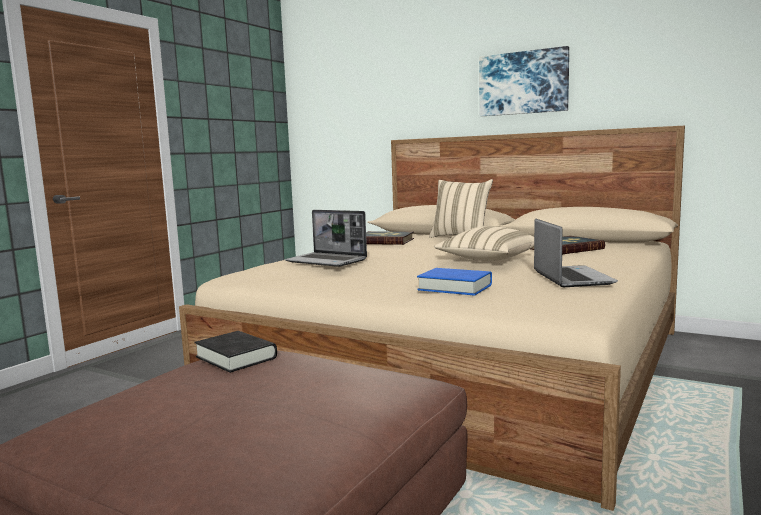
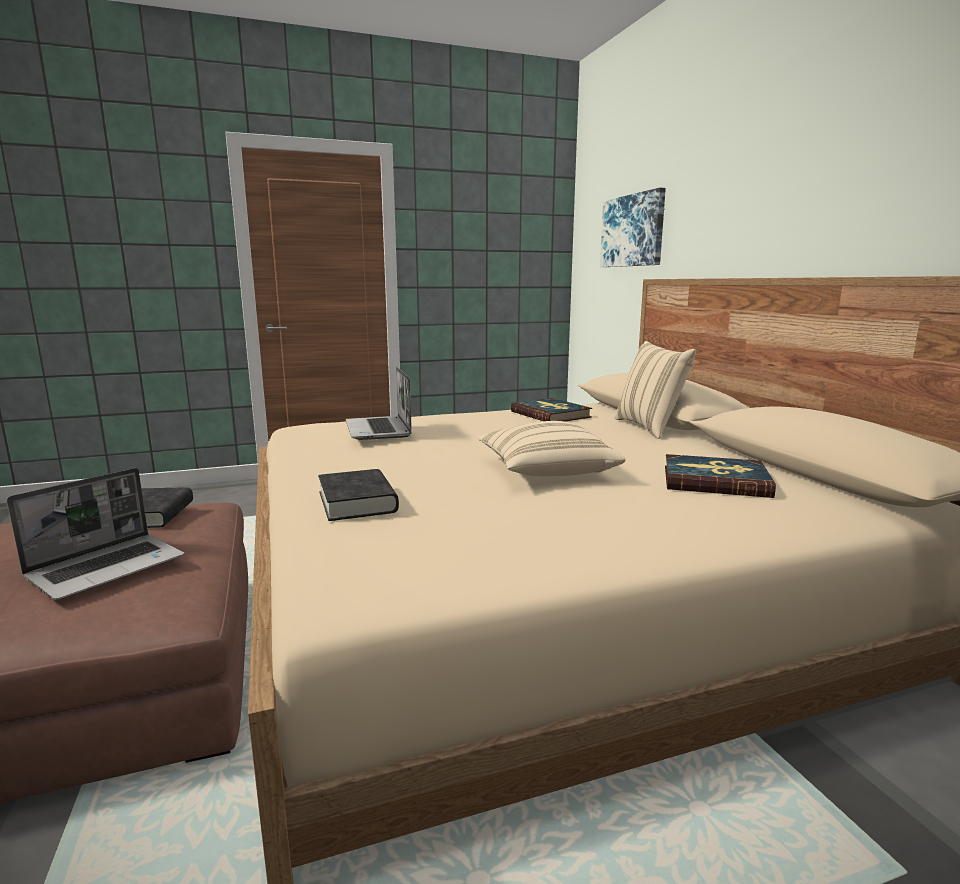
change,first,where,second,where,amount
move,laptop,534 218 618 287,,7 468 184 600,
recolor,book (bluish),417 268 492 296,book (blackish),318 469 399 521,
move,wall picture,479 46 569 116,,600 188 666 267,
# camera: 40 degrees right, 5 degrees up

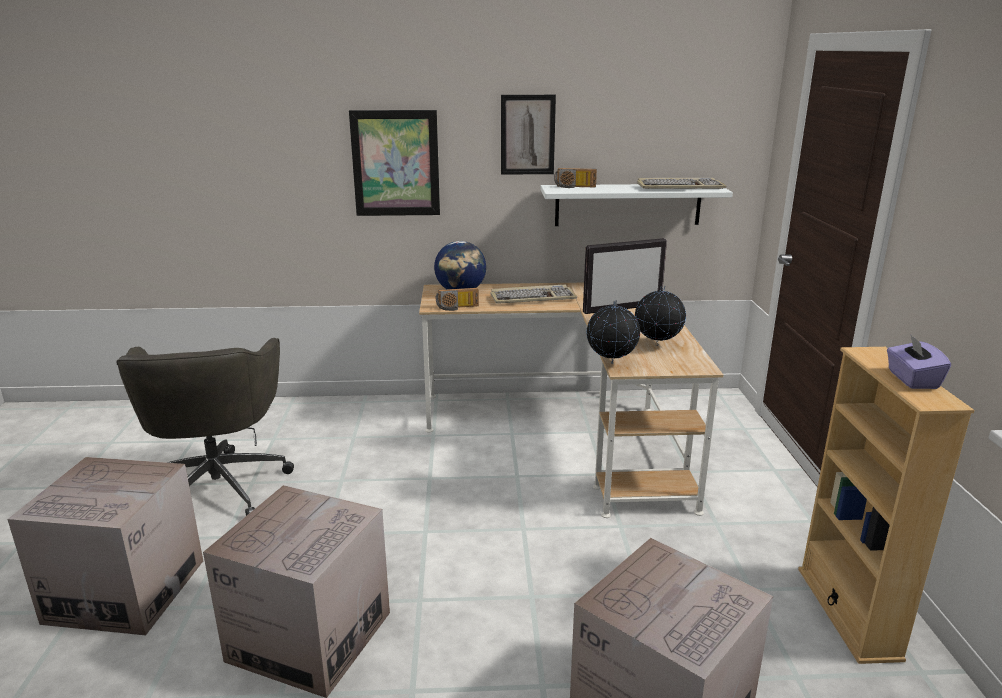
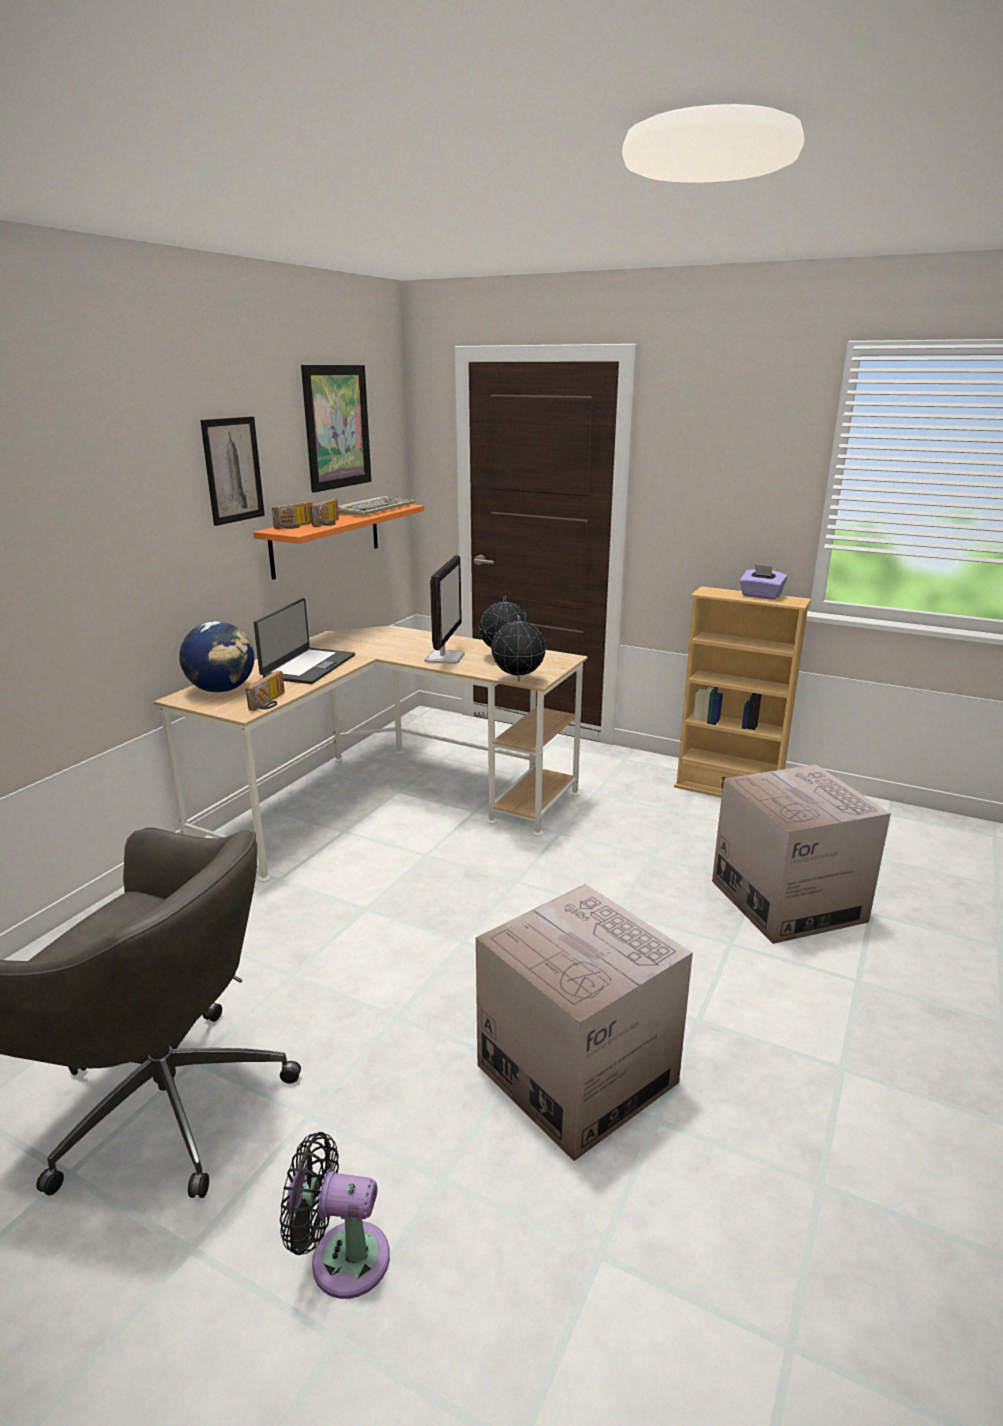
change,first,where,second,where,amount
recolor,bracket shelf (white),541 184 733 226,bracket shelf (orange-coloured),253 504 424 580,
replace,keyboard,490 285 577 304,laptop,254 598 355 684,
replace,cardboard box,7 457 203 635,cooling fan (blackish),280 1132 390 1299,
move,wall picture,349 110 440 216,,301 365 371 493,
insert,,,radio receiver,310 499 339 527,
# camera: 60 degrees left, 0 degrees up

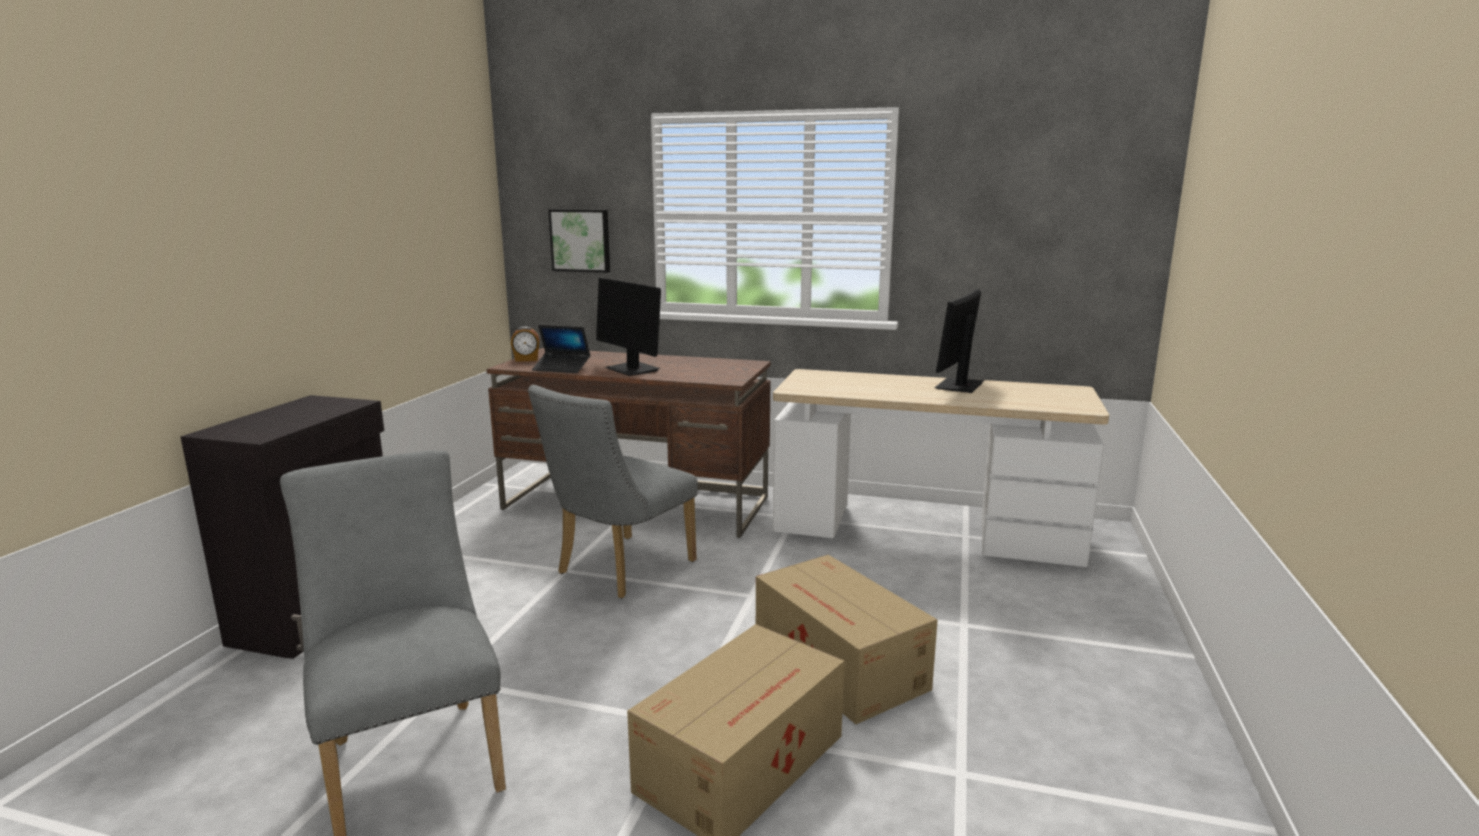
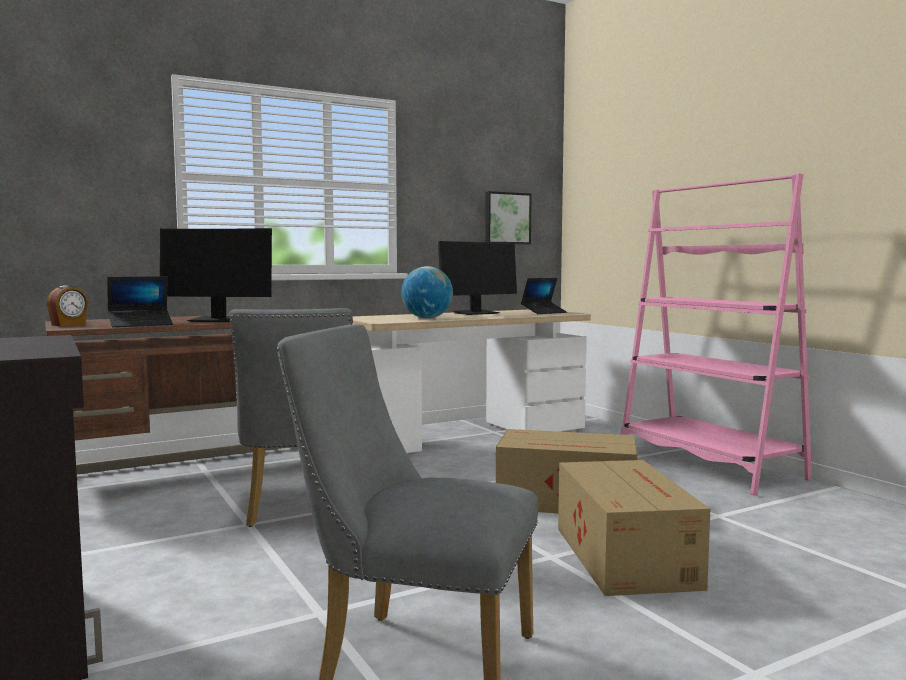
change,first,where,second,where,amount
insert,,,desk globe,401 266 453 319,
rotate,computer display,935 289 984 393,,438 241 517 315,105 degrees counterclockwise
move,wall picture,548 209 610 273,,485 191 532 244,
insert,,,laptop,521 278 567 314,
insert,,,bookcase (pink),620 173 812 495,
# camera: 45 degrees left, 10 degrees down

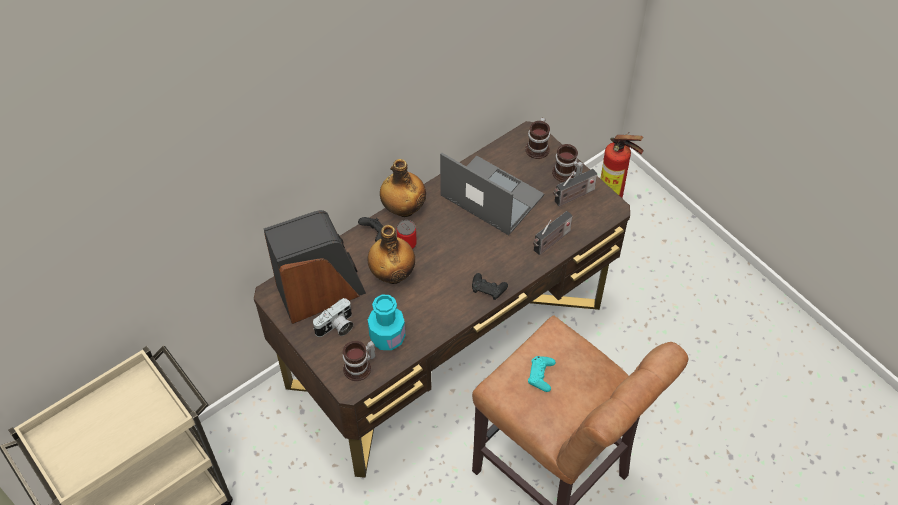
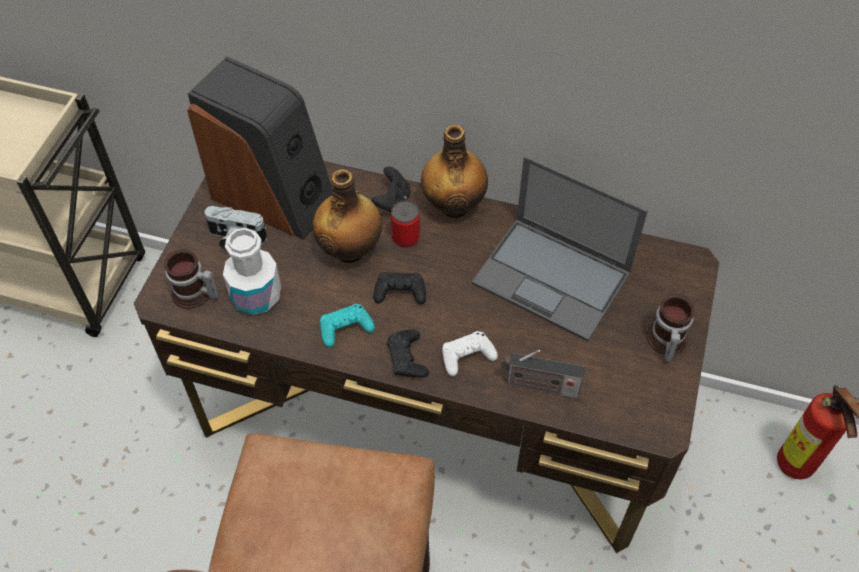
change,first,where,second,where,amount
recolor,bottle (turquoise),368 295 405 350,bottle (white),223 228 281 315,
move,game controller (turquoise),528 356 556 392,,320 304 375 347,
insert,,,game controller (blackish),373 272 426 304,
insert,,,game controller (white),442 331 498 376,
rotate,laptop,440 152 544 235,,472 155 648 341,120 degrees clockwise
delete,mug,525 117 550 159,,,
delete,radio receiver,553 169 597 206,,,
# camera: 55 degrees right, 0 degrees up

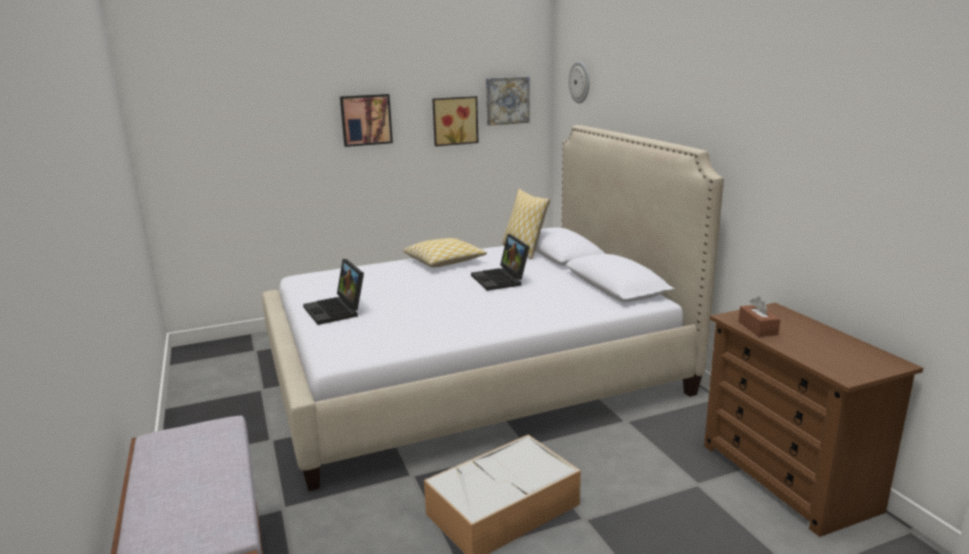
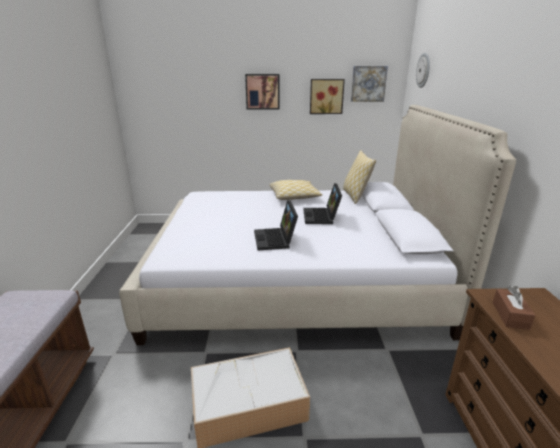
change,first,where,second,where,amount
move,laptop,303 259 364 325,,254 200 298 251,
# camera: 20 degrees right, 5 degrees up

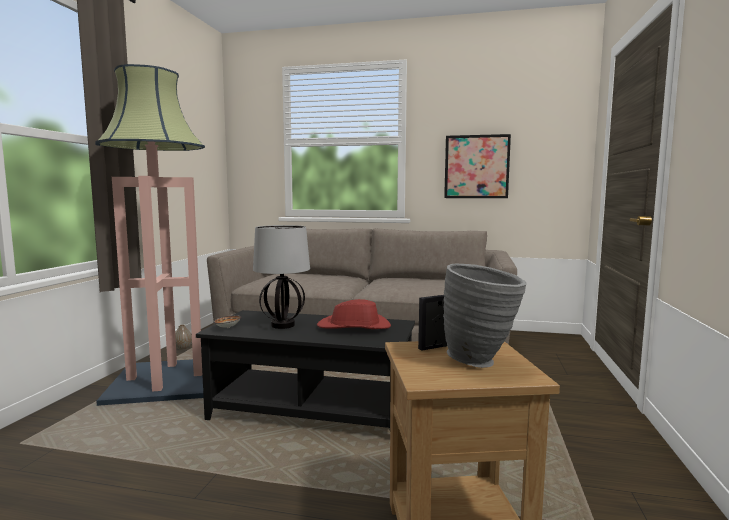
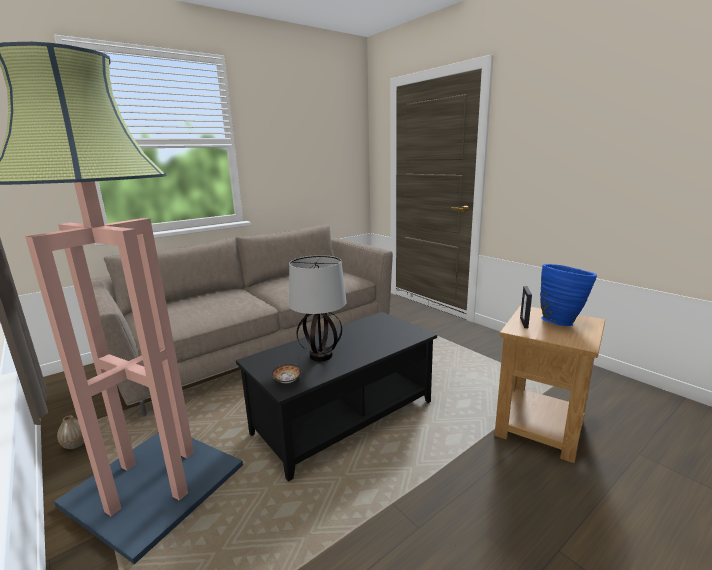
change,first,where,second,where,amount
recolor,decorative vase (greyish),443 264 527 368,decorative vase (bluish),540 264 597 326,
delete,wearable hat (red),317 299 391 329,,,
delete,wall picture,444 134 511 198,,,
# camera: 50 degrees left, 10 degrees up

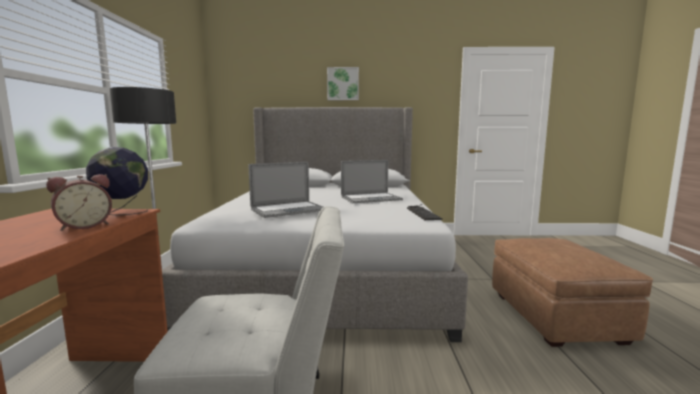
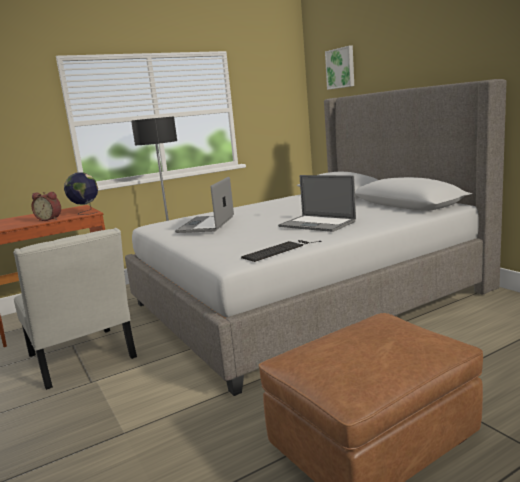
change,first,where,second,where,amount
rotate,laptop,248 162 323 218,,175 177 234 233,75 degrees clockwise
move,wall picture,327 67 359 100,,325 45 354 90,
# camera: 60 degrees right, 5 degrees up

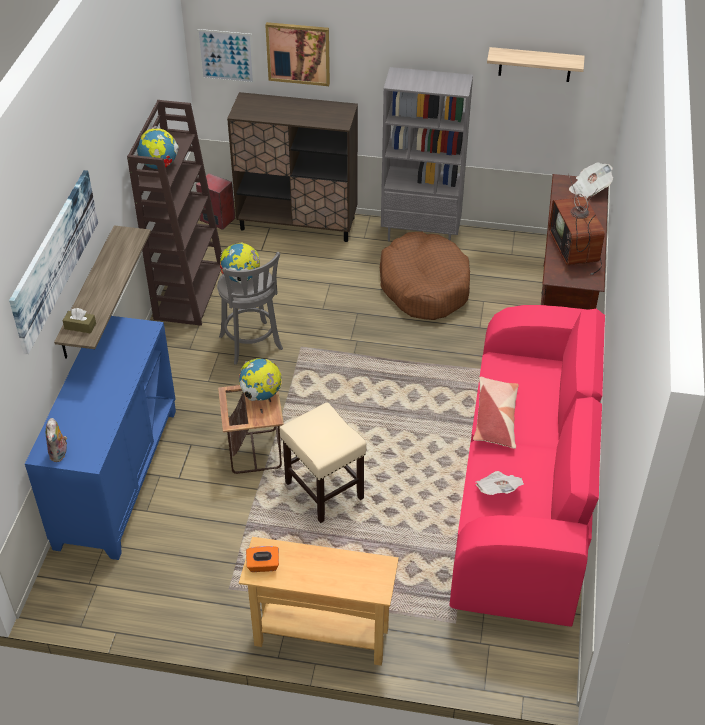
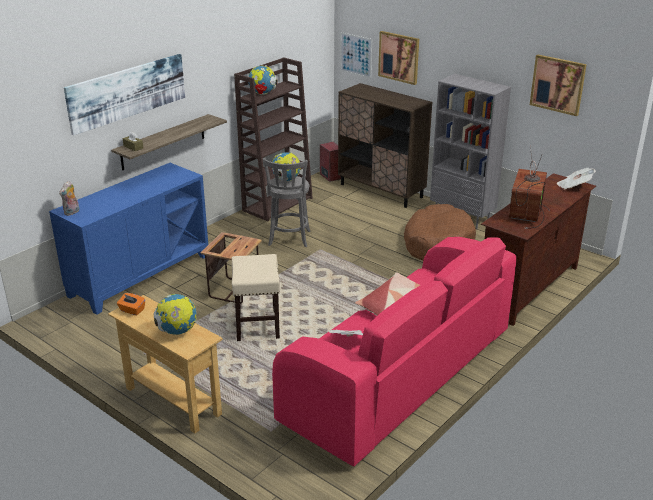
change,first,where,second,where,amount
move,desk globe,239 358 282 401,,154 294 197 335,
replace,bracket shelf,487 47 585 82,wall picture,530 55 587 116,
# camera: 30 degrees right, 15 degrees down

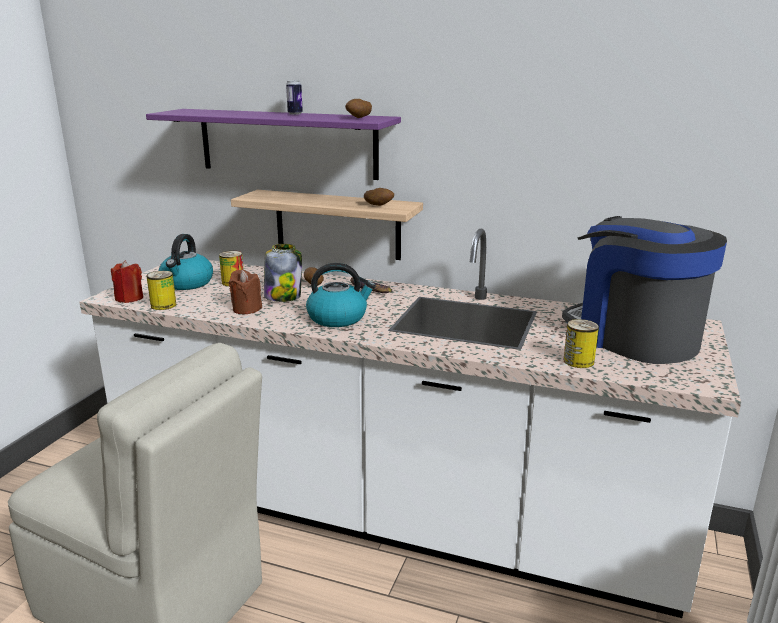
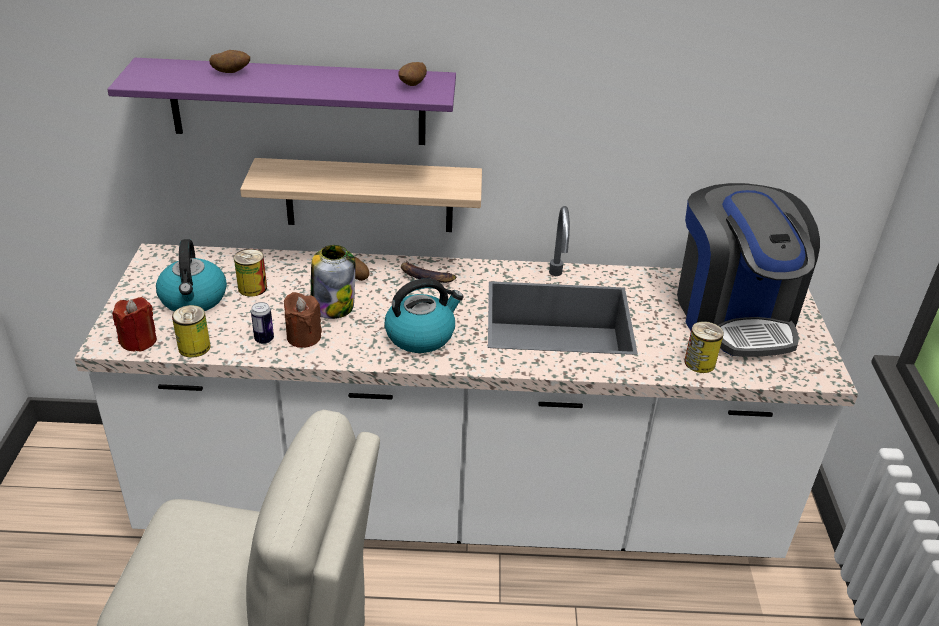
change,first,where,second,where,amount
move,potato,364 188 394 206,,209 50 250 73,
move,metal can,286 81 303 115,,251 302 274 344,
rotate,coffee maker,562 216 727 364,,677 183 820 357,135 degrees counterclockwise
# camera: 20 degrees left, 15 degrees up

